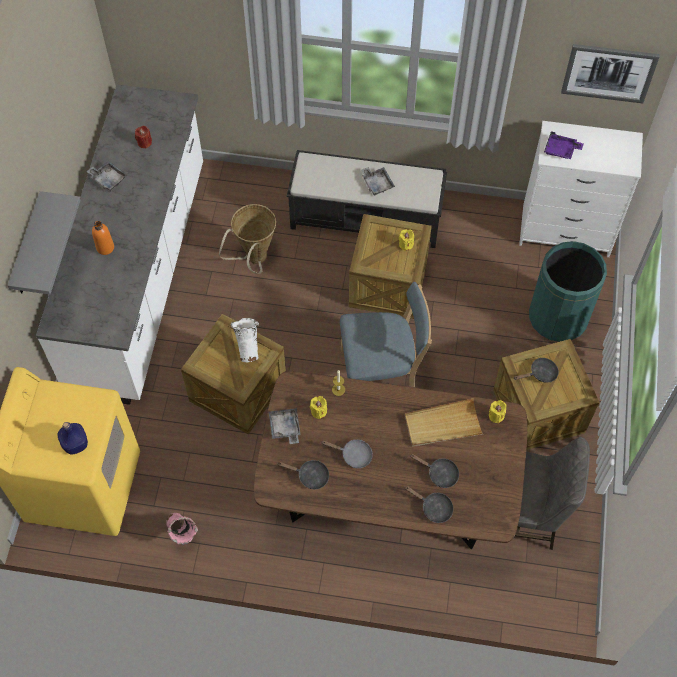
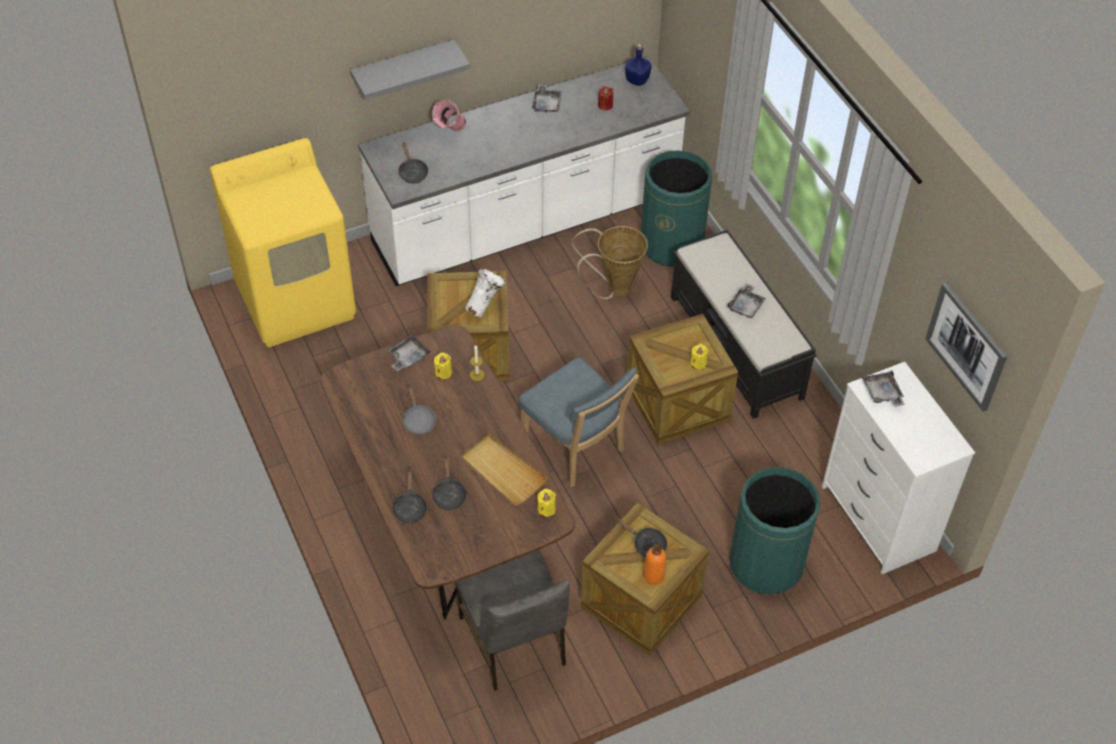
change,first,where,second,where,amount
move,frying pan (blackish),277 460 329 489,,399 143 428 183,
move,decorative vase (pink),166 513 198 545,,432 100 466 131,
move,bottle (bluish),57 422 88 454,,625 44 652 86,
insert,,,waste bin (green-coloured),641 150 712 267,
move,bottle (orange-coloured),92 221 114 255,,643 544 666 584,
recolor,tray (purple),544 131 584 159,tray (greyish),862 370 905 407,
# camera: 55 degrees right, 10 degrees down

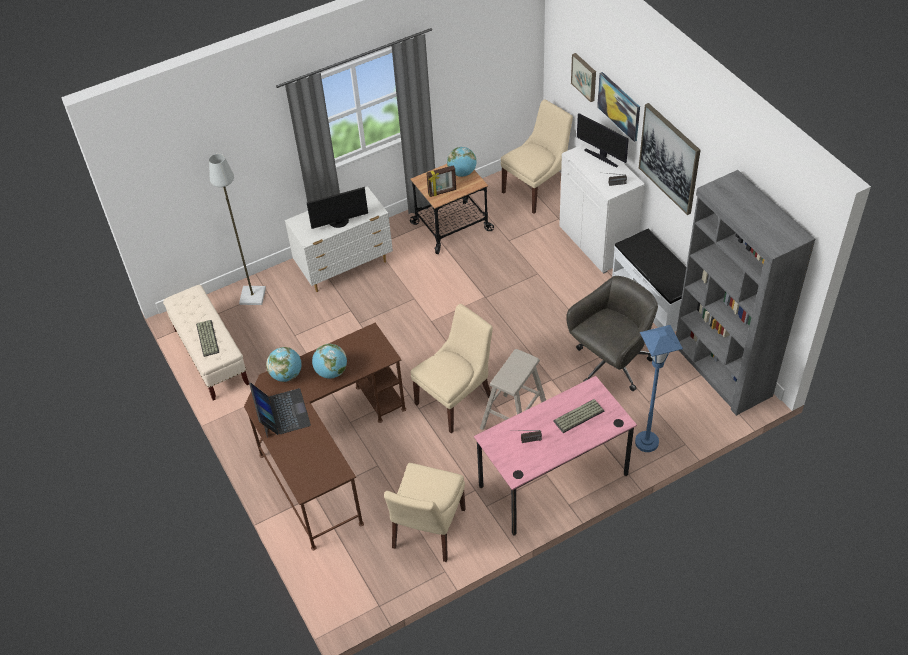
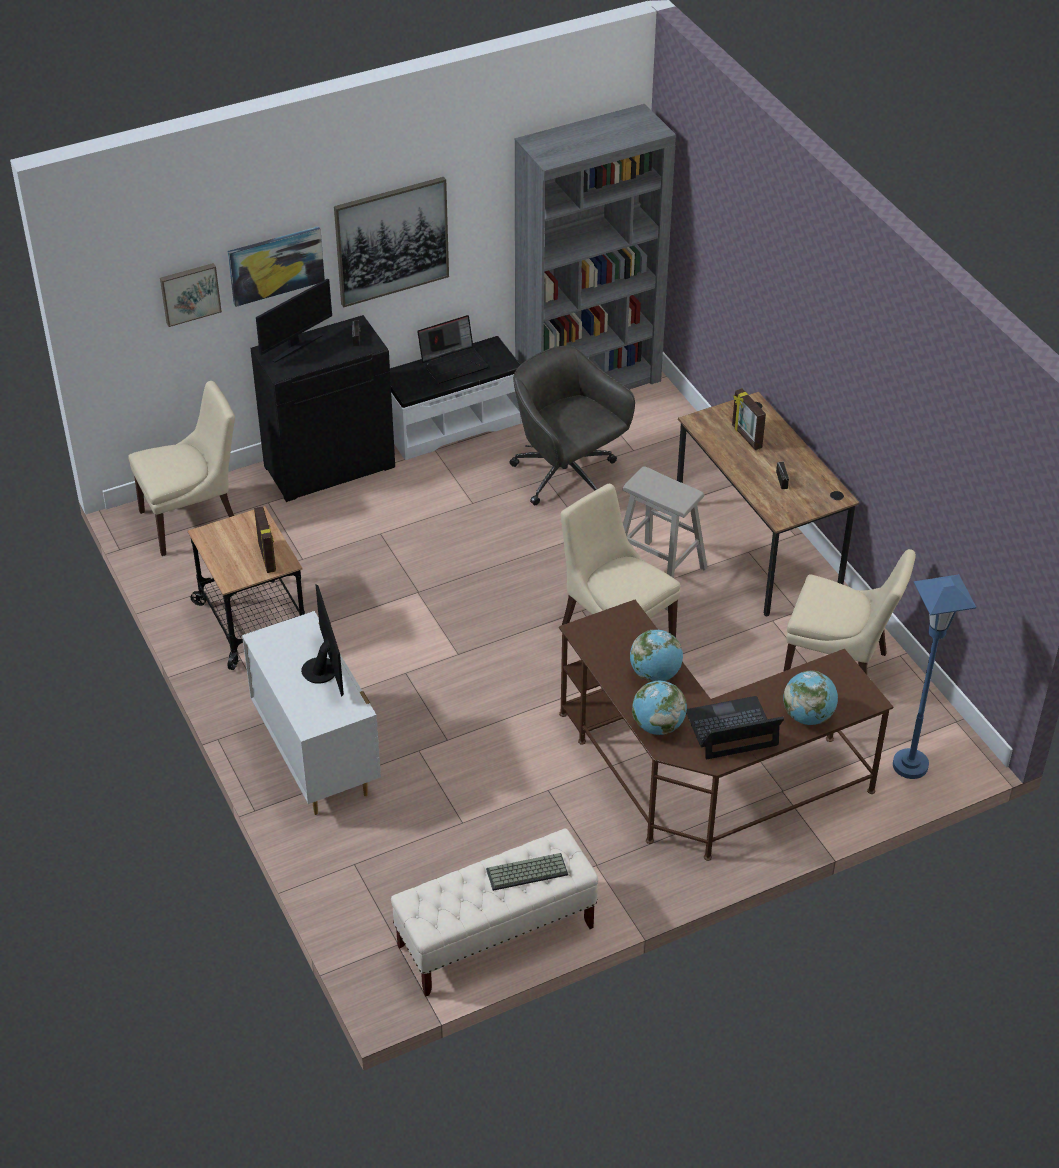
change,first,where,second,where,amount
rotate,plain chair (sand-coloured),501 99 573 214,,128 381 235 556,105 degrees clockwise
recolor,cabinet (white),559 143 645 274,cabinet (blackish),250 315 395 502,
insert,,,laptop,417 315 489 384,
recolor,desk (pink),474 376 637 535,desk (brown),677 392 860 616,
replace,keyboard,553 399 604 433,photo frame,732 388 766 450,
move,desk globe,447 147 477 177,,783 671 838 725,
move,floor lamp (bluish),635 325 683 452,,893 574 976 779,
delete,floor lamp (greyish),209 154 266 305,,,
# camera: 90 degrees left, 5 degrees down

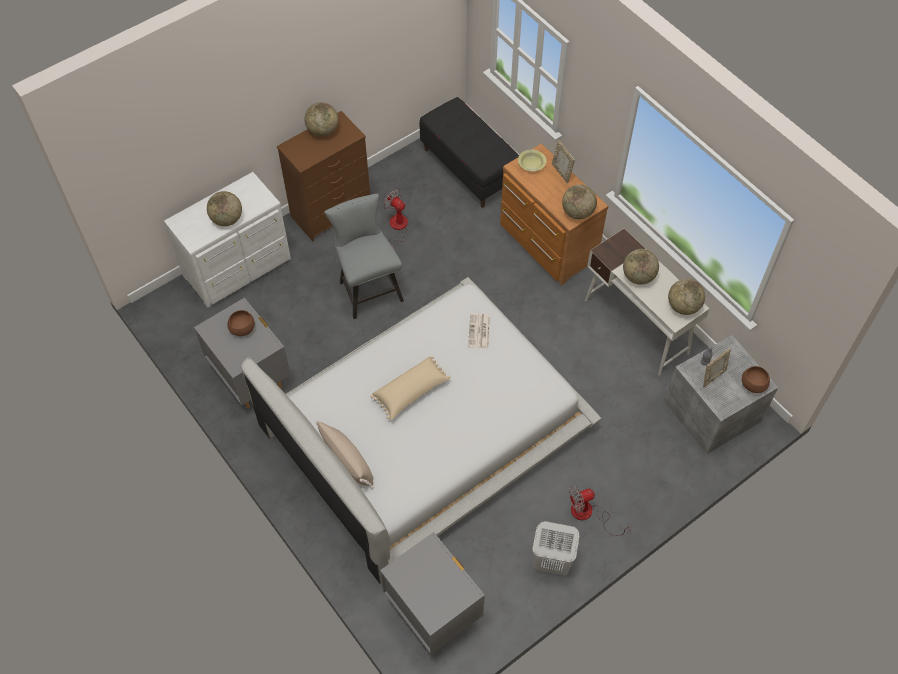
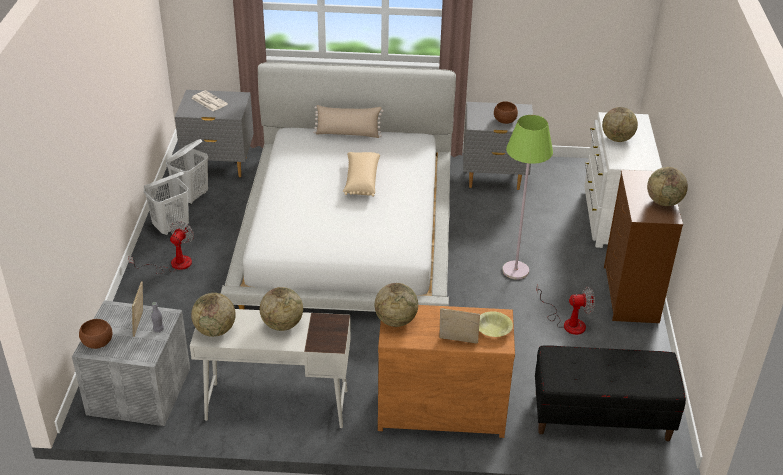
change,first,where,second,where,amount
insert,,,washing basket (white),166 139 208 204,
move,printed paper,468 313 490 348,,191 90 228 111,
replace,plain chair (greyish),324 194 404 319,floor lamp (green-coloured),502 115 553 280,
# camera: 130 degrees right, 20 degrees down

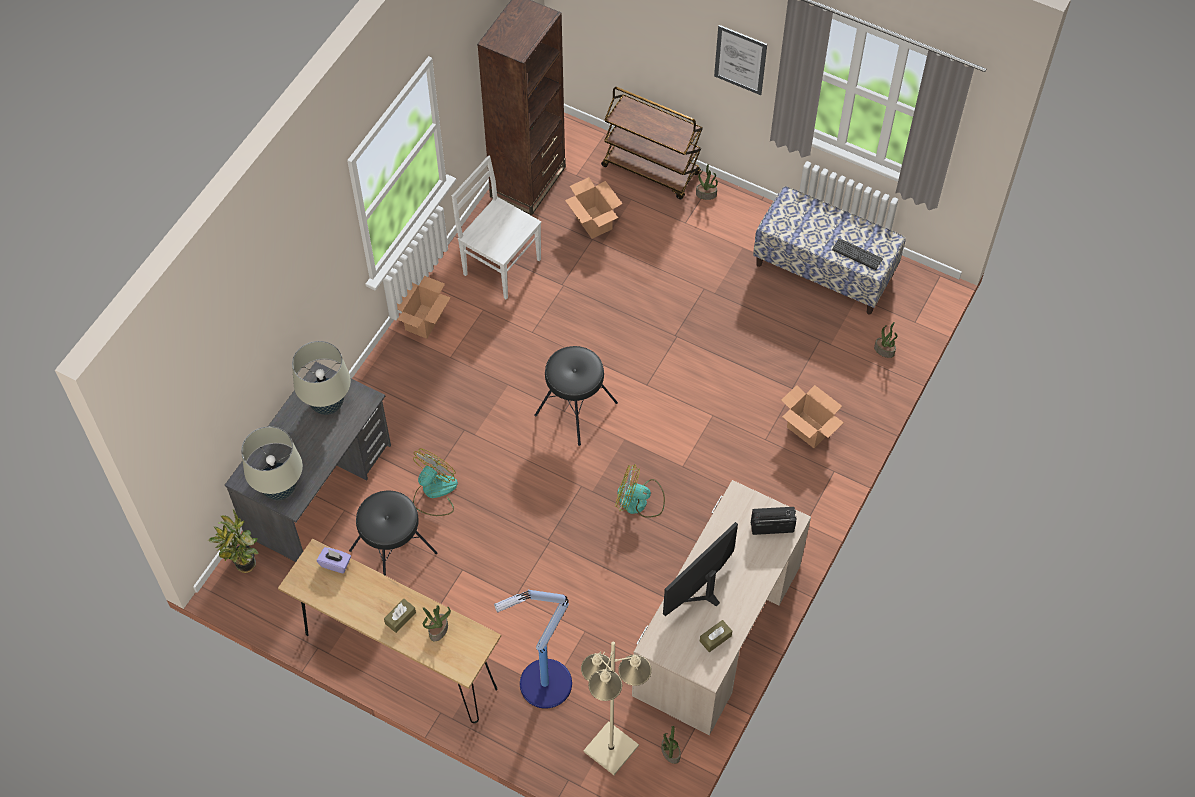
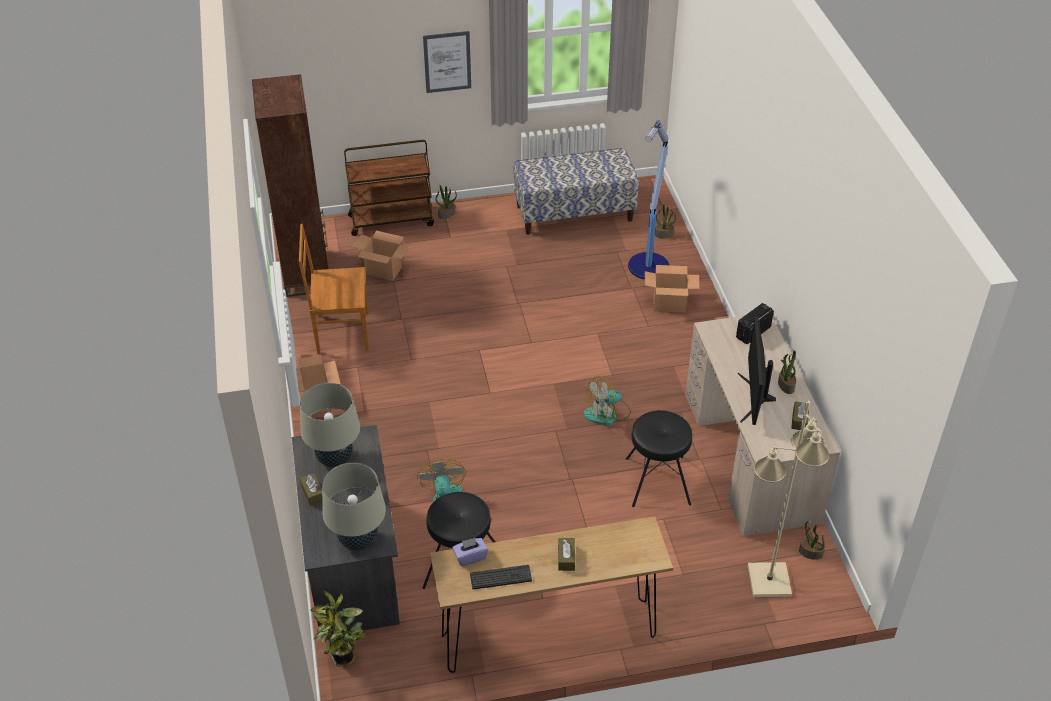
change,first,where,second,where,amount
recolor,plain chair (white),452 156 542 299,plain chair (brown),299 224 369 354,
insert,,,tissue holder (brown),300 473 322 506,
move,keyboard,832 238 883 270,,470 565 532 589,
move,sitting stool (blackish),534 346 618 446,,626 410 692 507,
move,floor lamp,494 590 572 709,,628 120 669 279,
move,potted plant,423 605 451 641,,778 351 796 394,
# camera: 40 degrees left, 15 degrees down

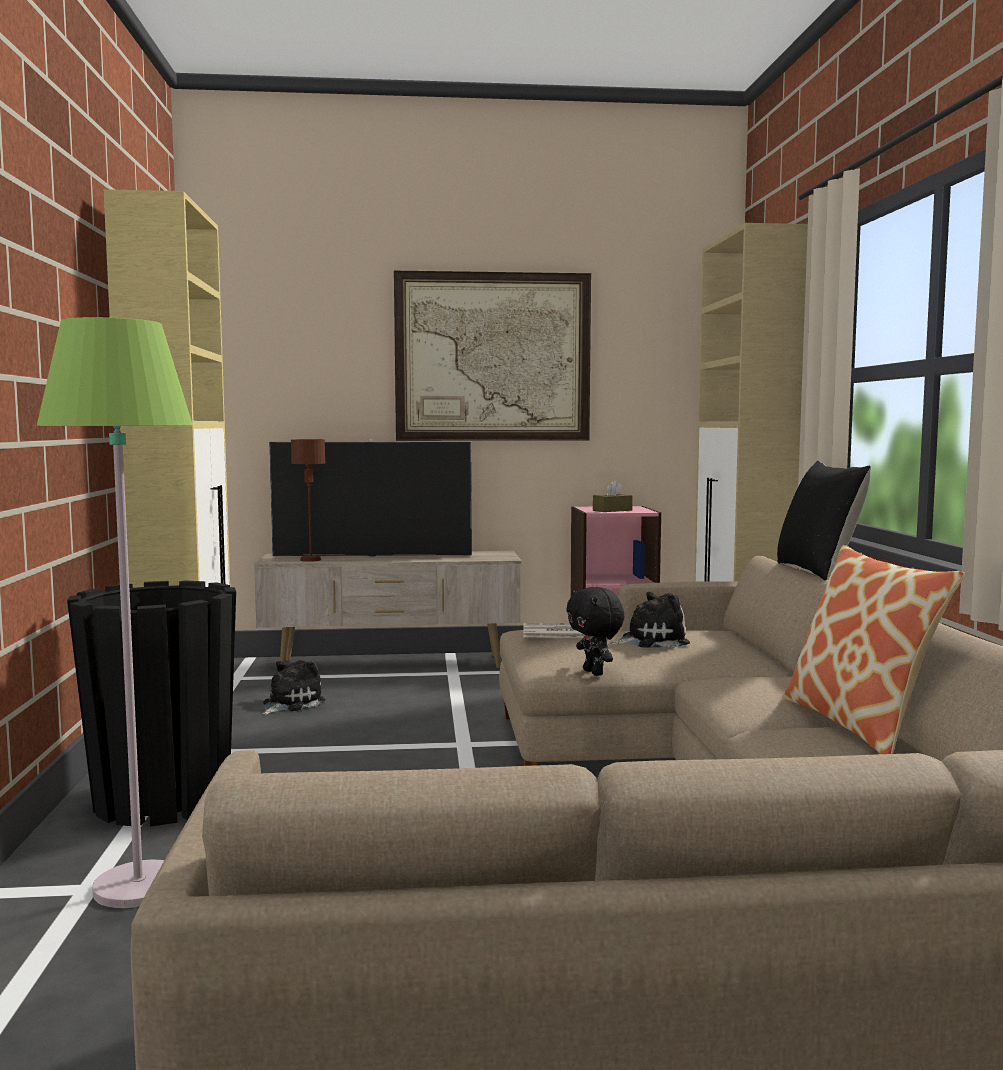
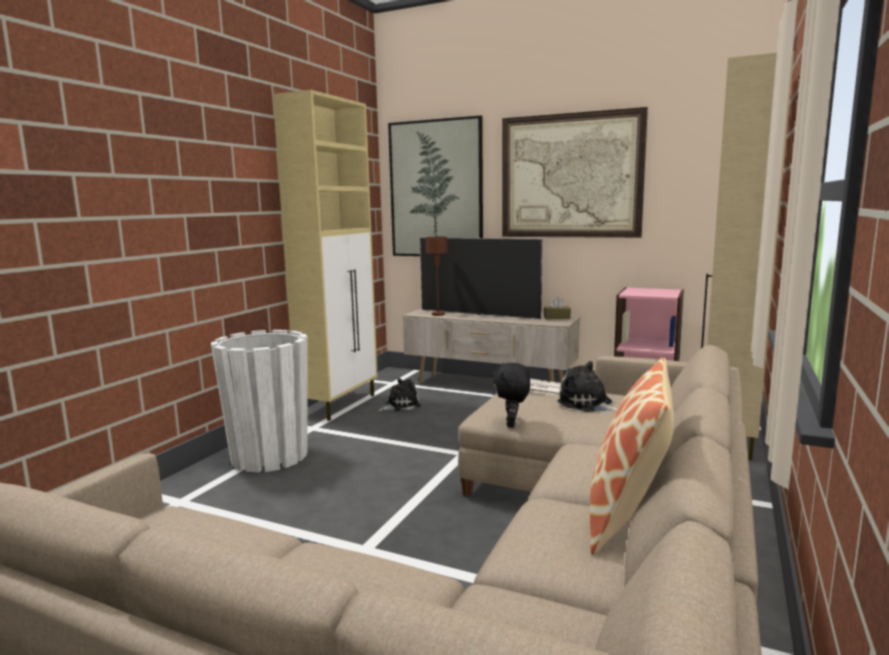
change,first,where,second,where,amount
recolor,planter (blackish),67 580 236 826,planter (white),211 330 307 472,
insert,,,wall picture,388 115 483 256,
move,tissue holder (brown),593 480 633 512,,544 297 571 319,
rotate,plush toy,609 592 690 648,,557 361 618 412,150 degrees counterclockwise
delete,floor lamp (green-coloured),37 317 193 908,,,
delete,throw pillow (blackish),777 461 871 581,,,
# camera: 30 degrees right, 5 degrees up

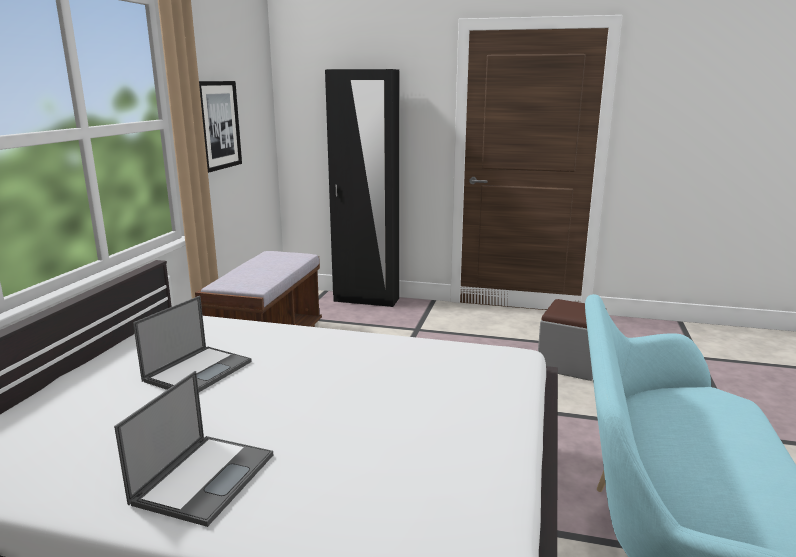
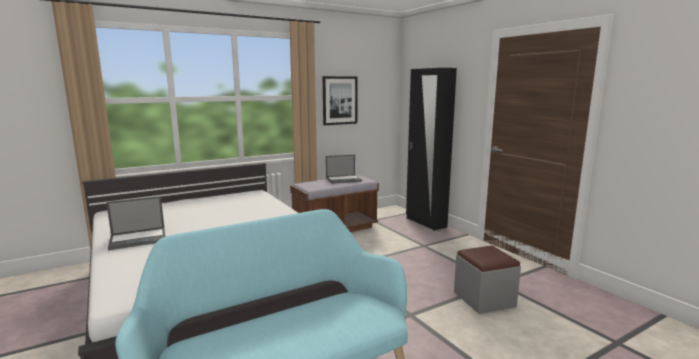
change,first,where,second,where,amount
move,laptop,133 296 252 392,,326 155 362 184,
# camera: 45 degrees right, 5 degrees down

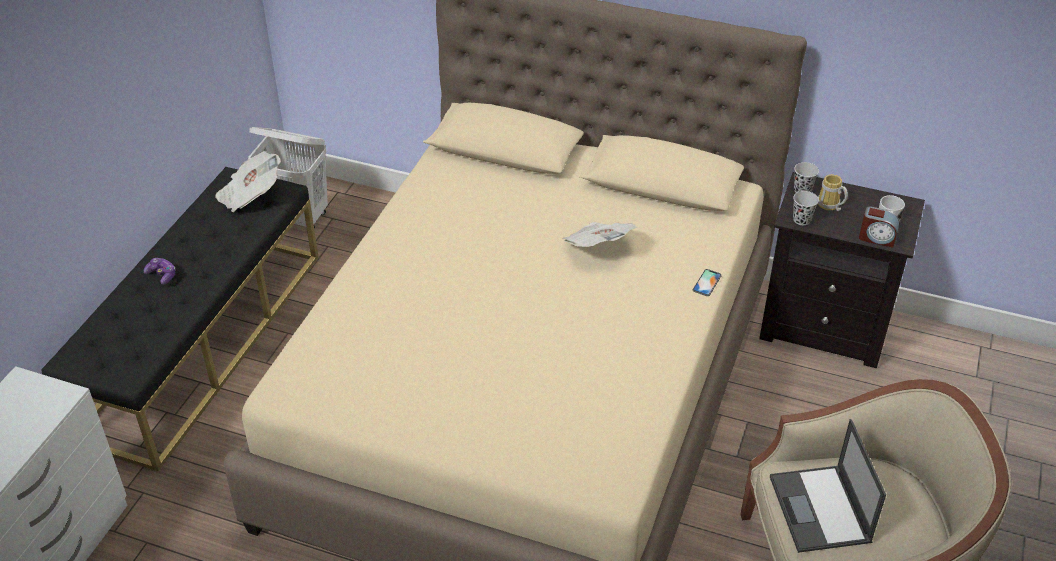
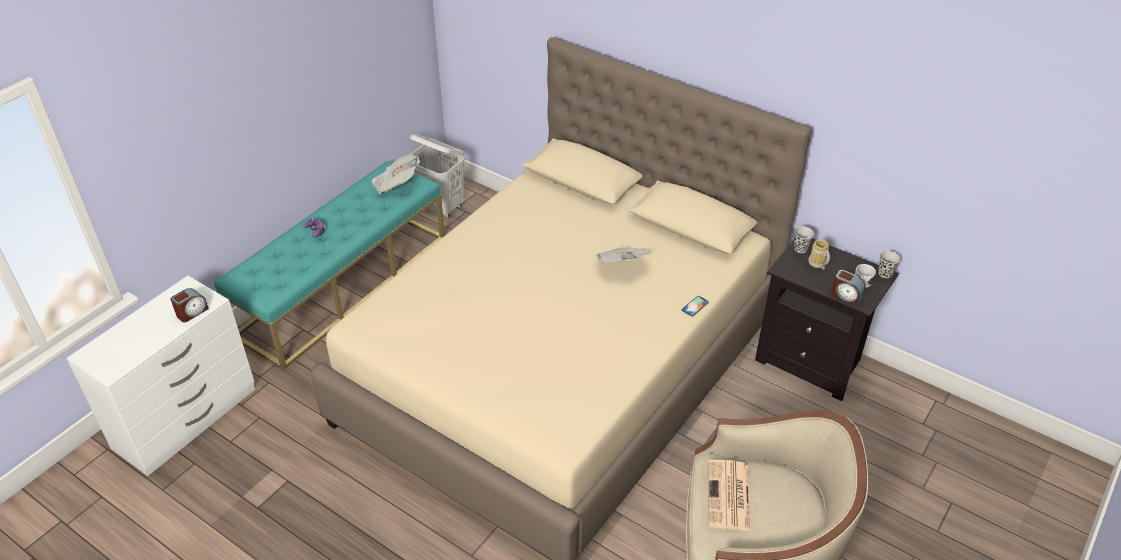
change,first,where,second,where,amount
insert,,,alarm clock,171 288 209 322,
recolor,bench (blackish),41 167 319 472,bench (turquoise),215 161 445 370,
replace,laptop,770 419 886 553,printed paper,708 459 751 531,
move,cup (blackish),793 191 819 225,,878 251 900 278,
# camera: 15 degrees right, 0 degrees up

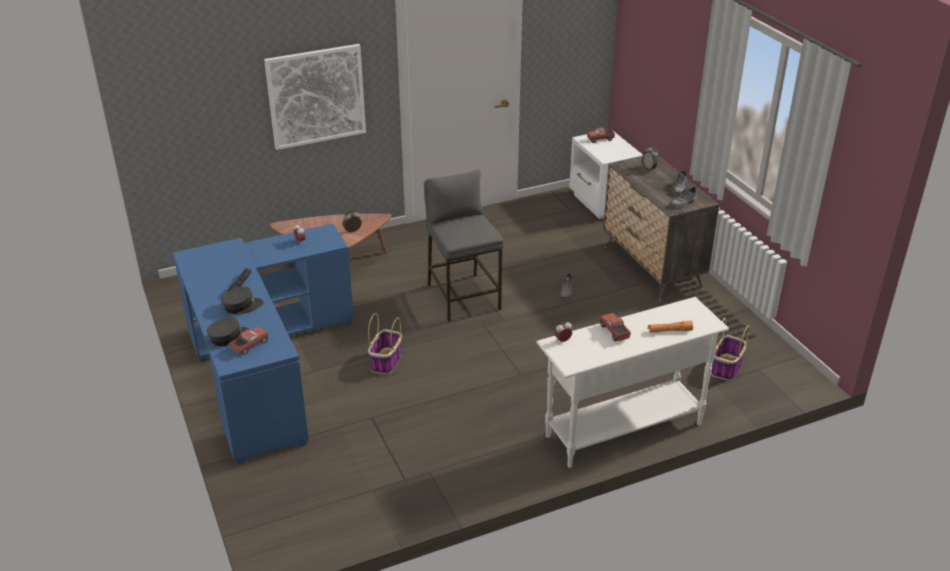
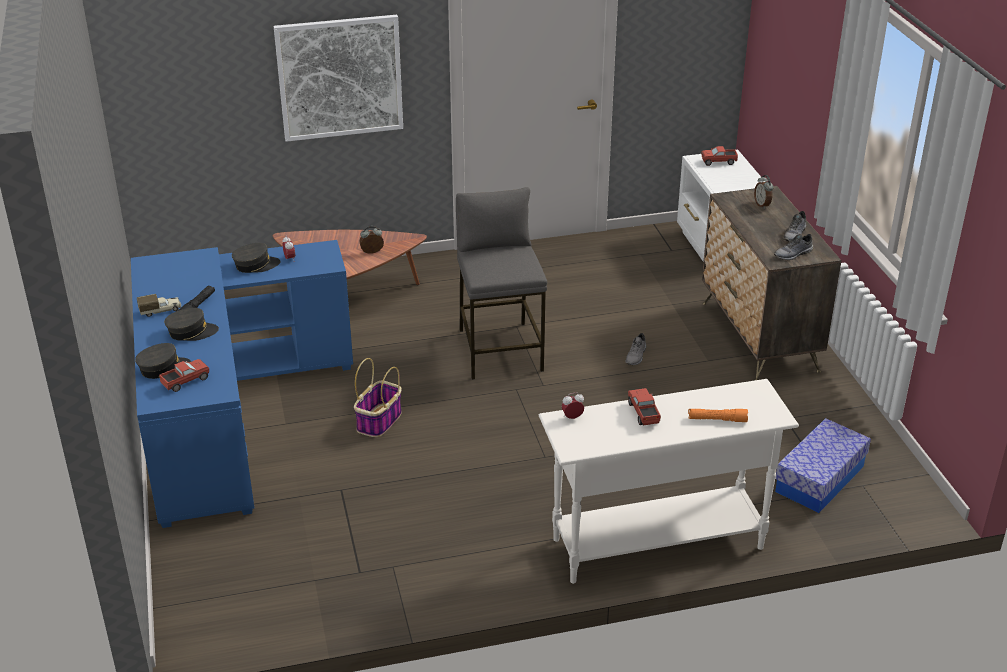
change,first,where,second,where,amount
insert,,,toy truck,137 294 181 317,
insert,,,peaked cap (greyish),232 243 280 273,
replace,storage basket,711 318 750 380,storage container,775 418 871 513,
# camera: 10 degrees right, 0 degrees up

